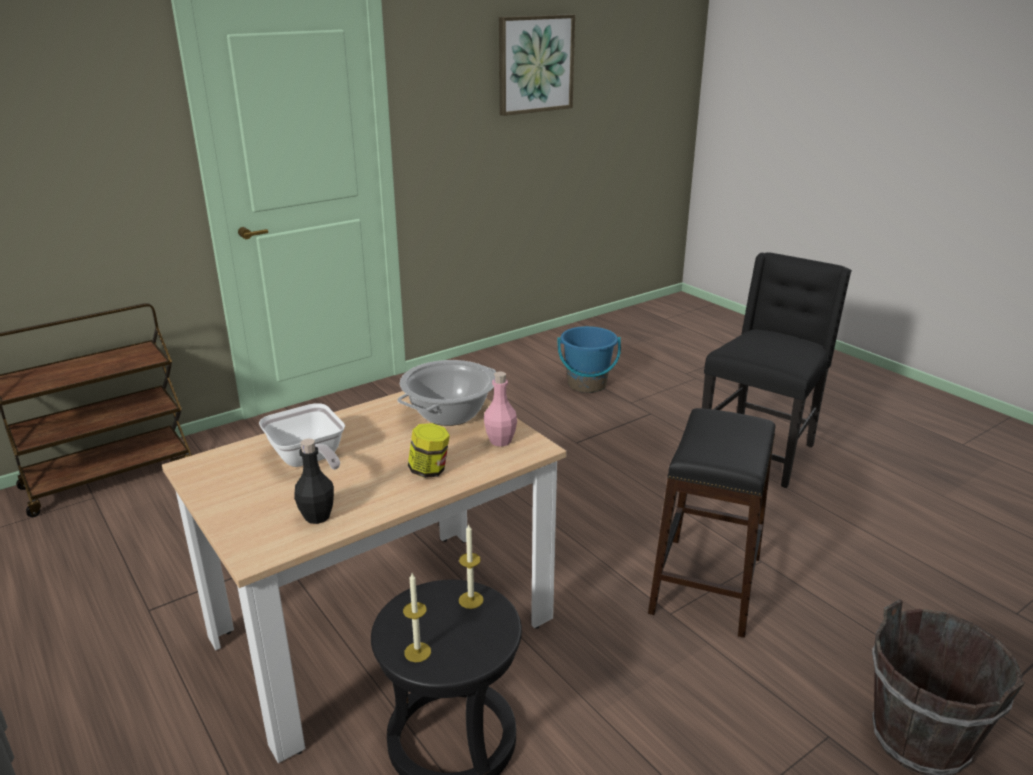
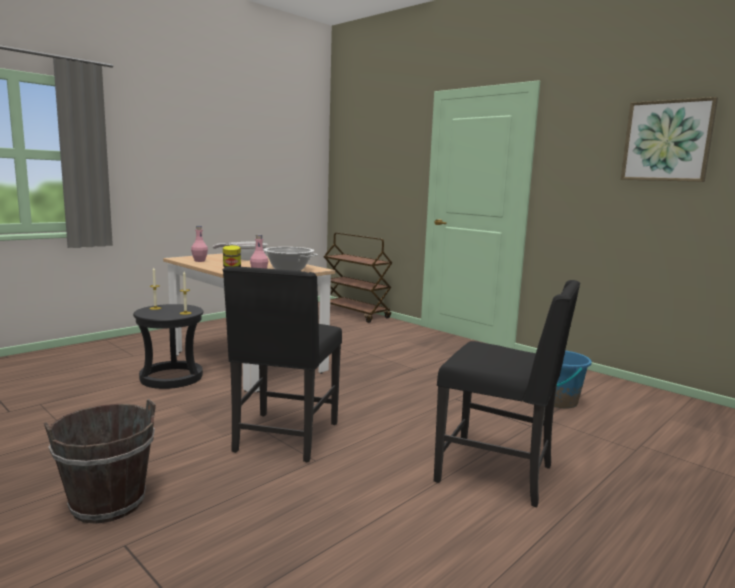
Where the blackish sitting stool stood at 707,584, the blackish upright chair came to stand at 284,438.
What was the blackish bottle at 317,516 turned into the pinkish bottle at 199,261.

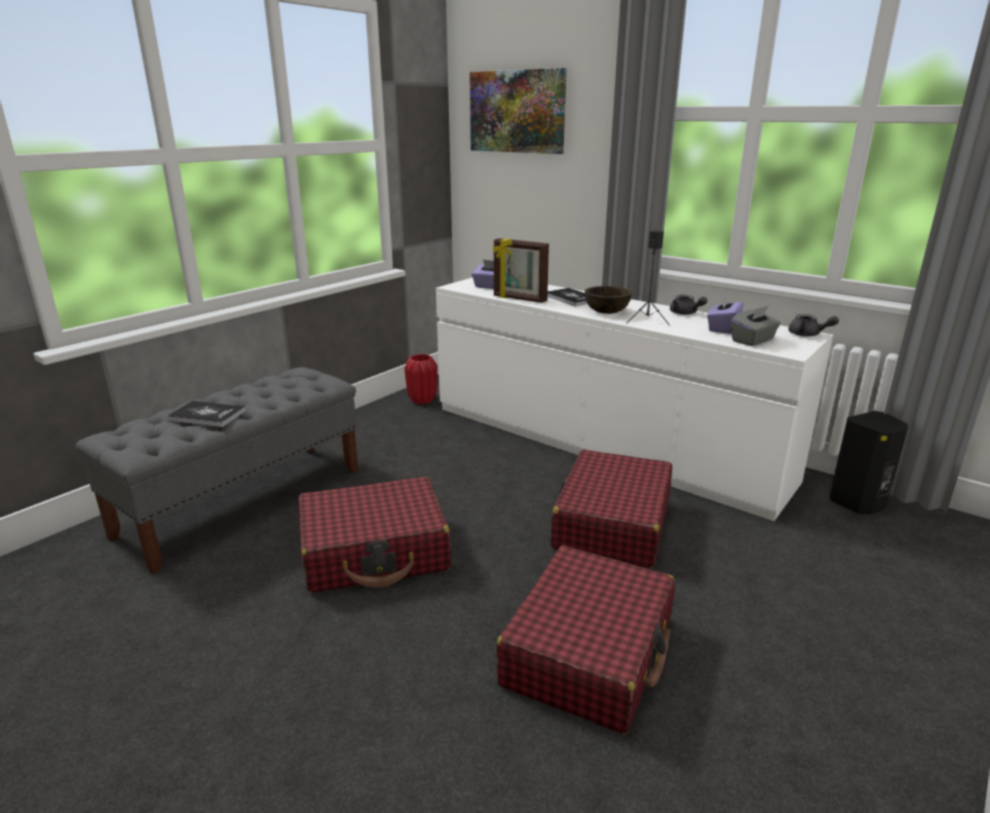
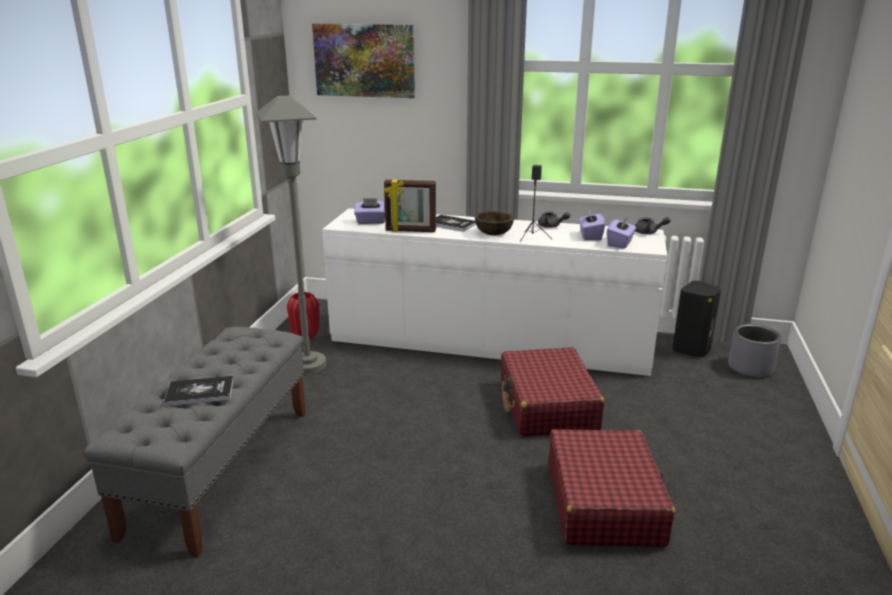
The second view lost the reddish suitcase at 375,552.
The second view gained the greyish standing lamp at 308,365.
The second view gained the greyish plant pot at 750,367.
What was the greyish tissue holder at 753,341 turned into the purple-coloured tissue holder at 620,243.

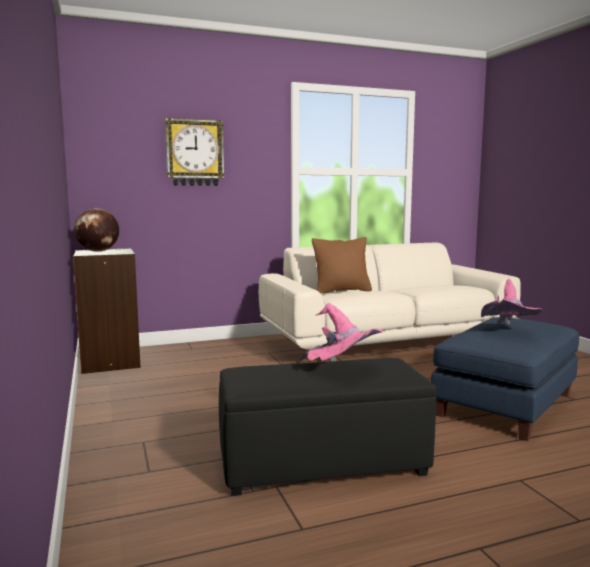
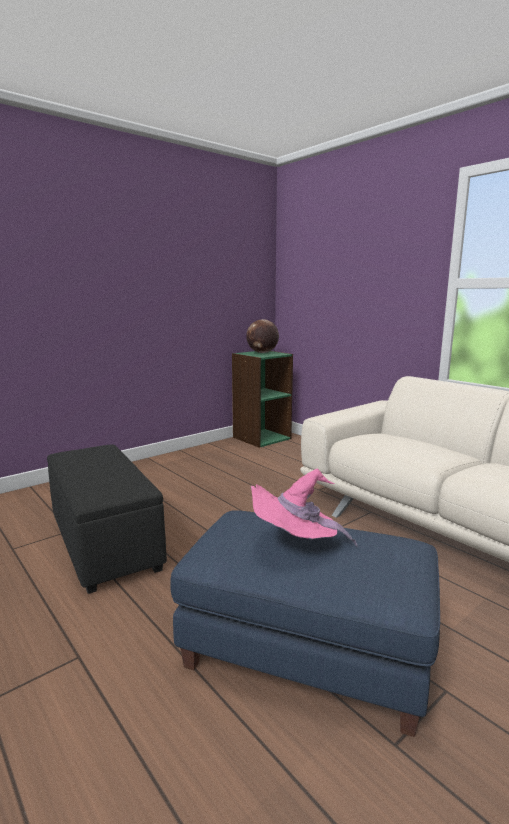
The second view lost the clock on the wall at 194,153.
The second view lost the pinkish clothing hat at 341,369.
The second view lost the brown-coloured cushion at 342,291.

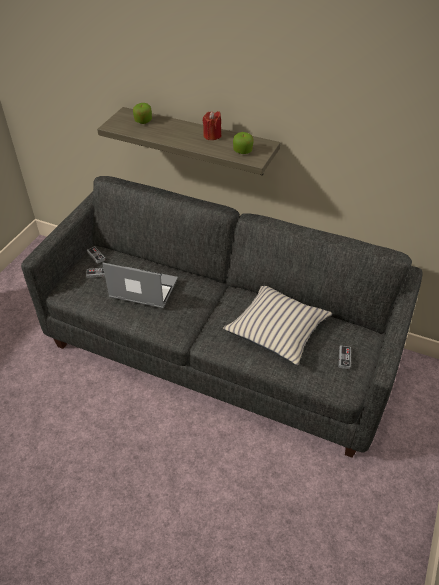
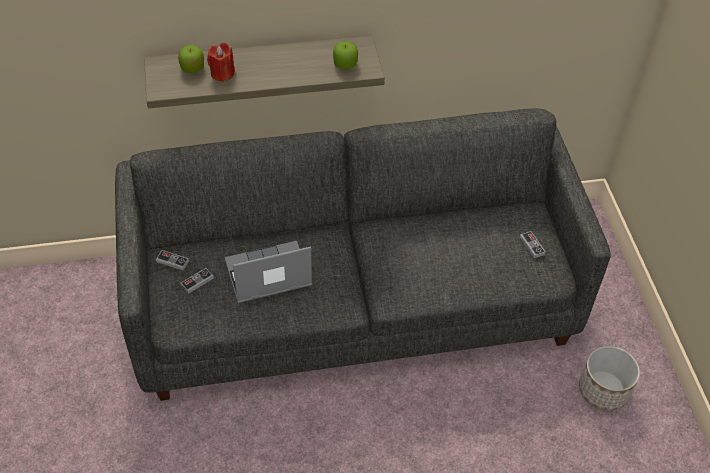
The second view lost the beige-coloured cushion at 277,329.
The second view gained the plant pot at 602,390.
The reddish wax candle ended up elsewhere, having gone from 212,136 to 222,73.

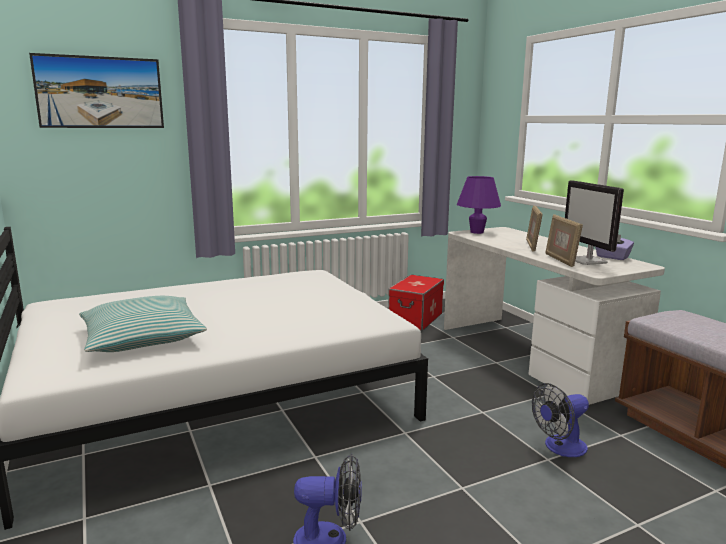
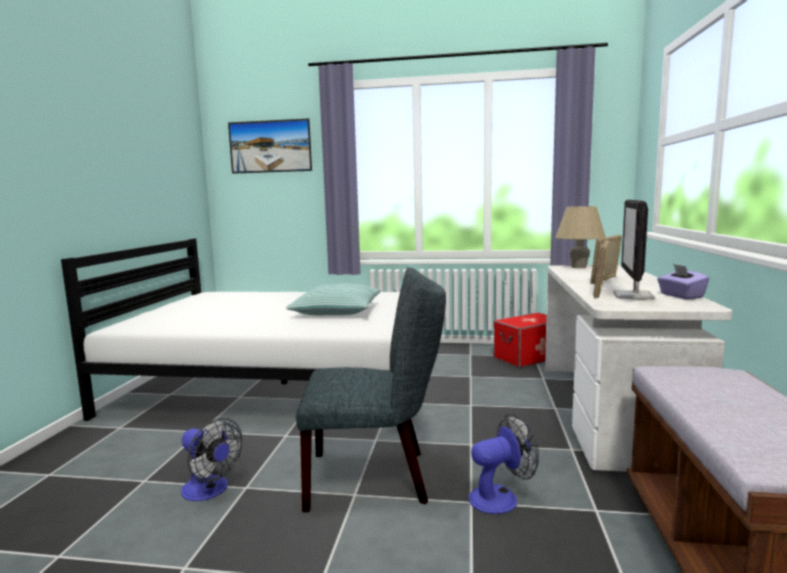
The second view gained the greyish upright chair at 376,477.
The cushion ended up elsewhere, having gone from 142,337 to 336,311.
What was the purple-coloured lamp for a table at 476,232 turned into the beige-coloured lamp for a table at 578,267.
The cooling fan at 560,448 ended up facing another way, 150 degrees clockwise from before.

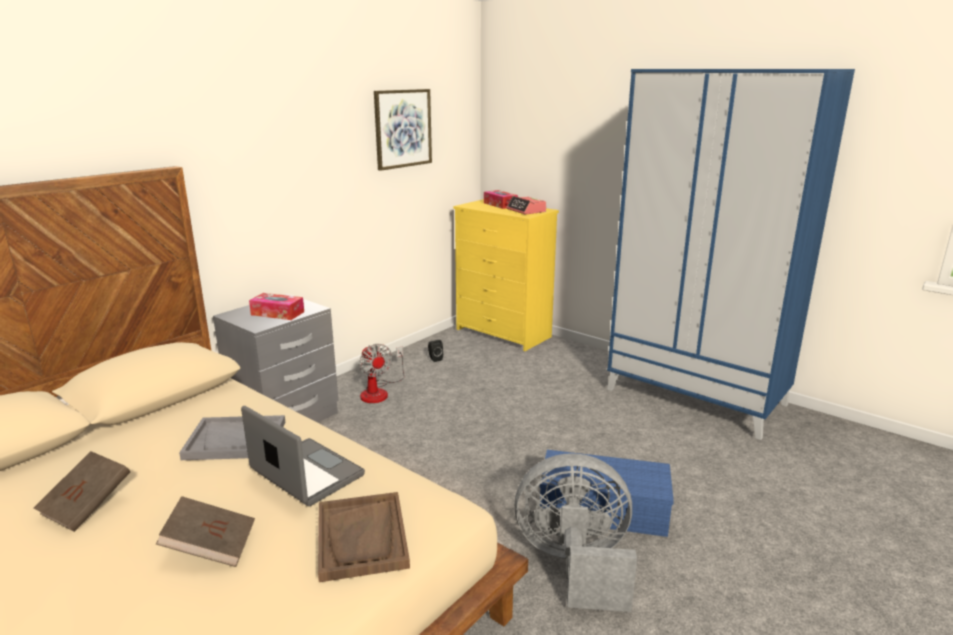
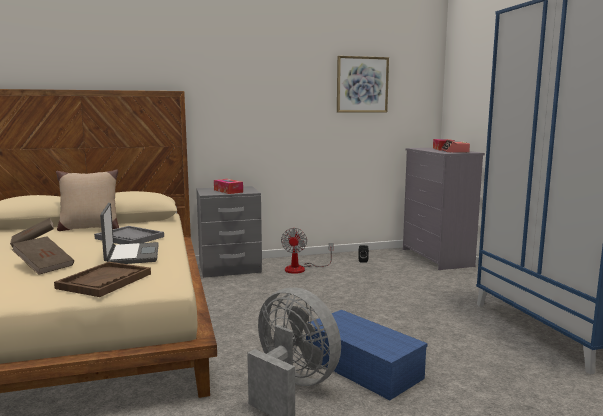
The second view gained the beige-coloured cushion at 89,228.
What was the yellow chest of drawers at 503,333 turned into the greyish chest of drawers at 436,258.

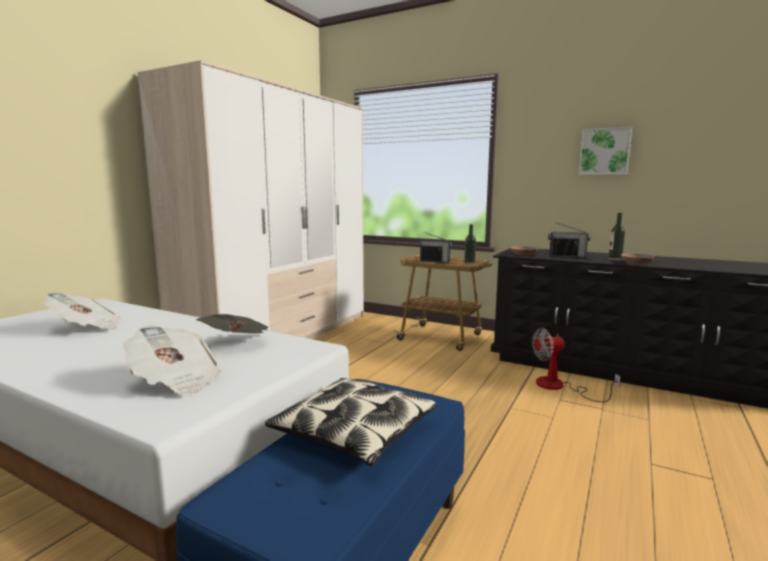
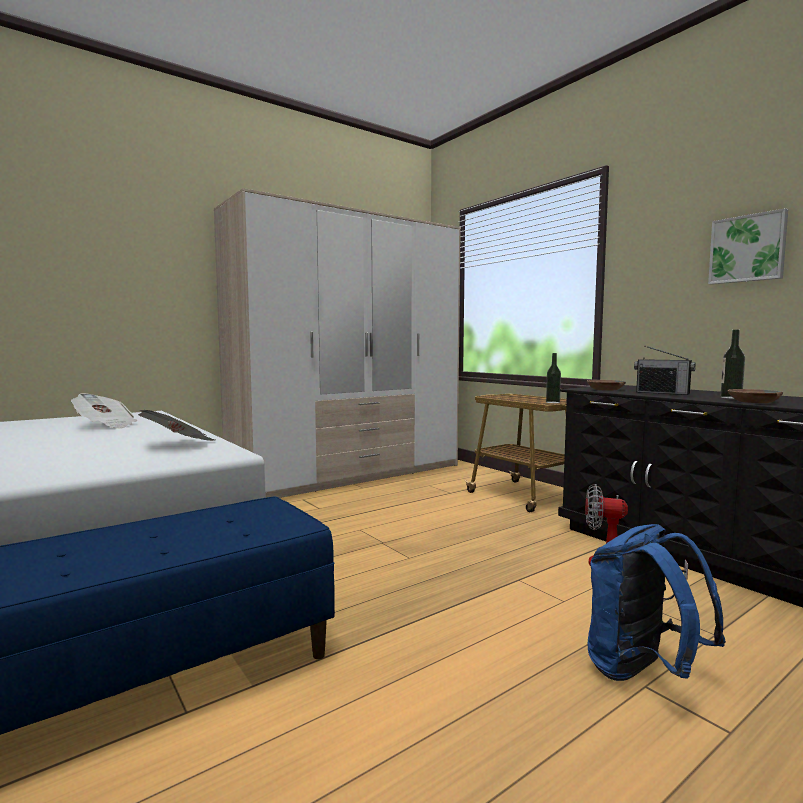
The second view lost the daily paper at 175,381.
The second view lost the cushion at 354,432.
The second view lost the radio at 435,261.
The second view gained the bluish rucksack at 642,672.

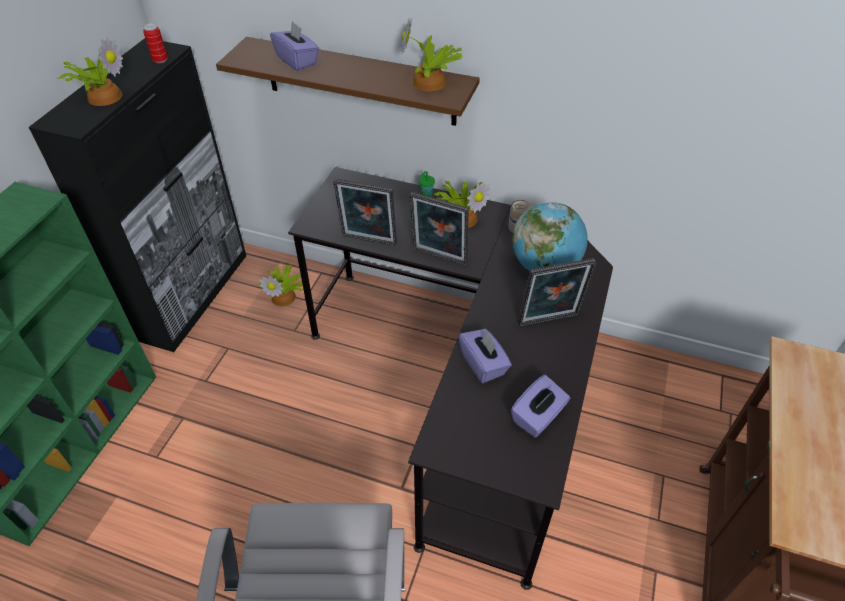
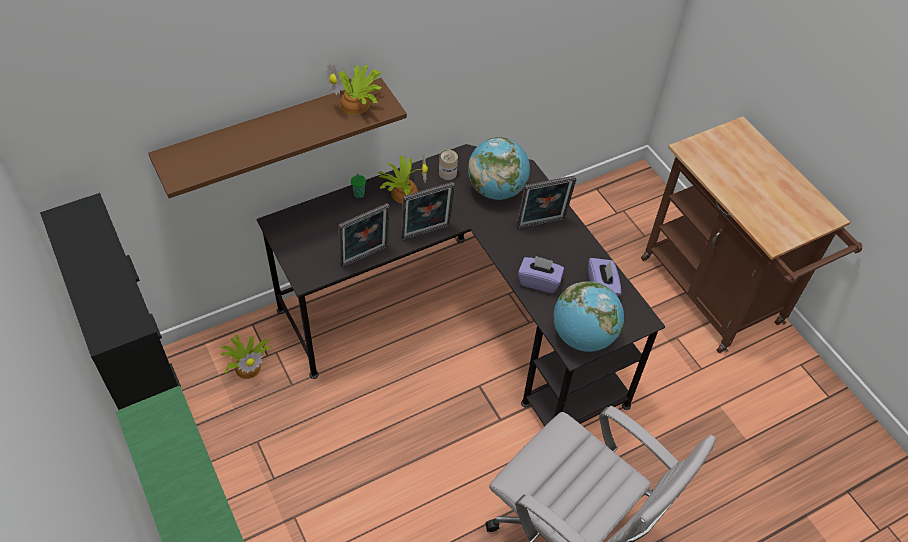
The second view lost the potted plant at 104,96.
The second view lost the can at 160,60.
The second view lost the purple-coloured tissue holder at 297,60.
The second view gained the globe at 583,336.
The picture frame at 549,322 ended up facing another way, 45 degrees clockwise from before.

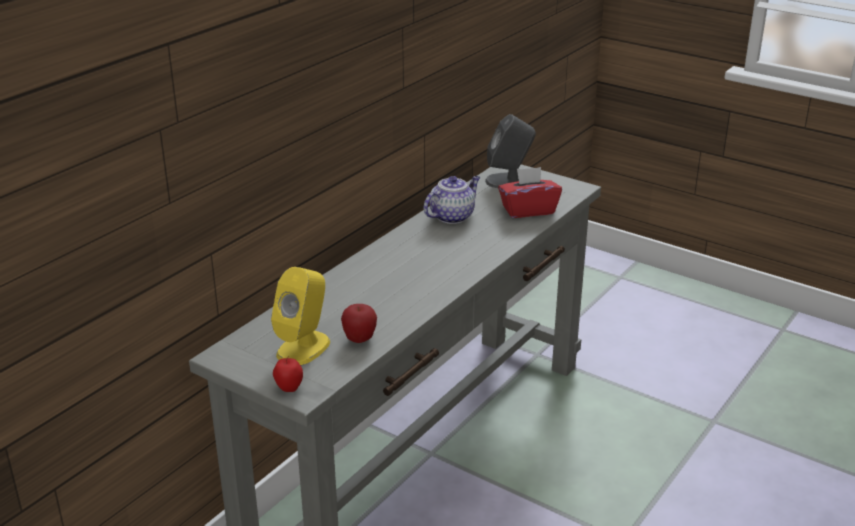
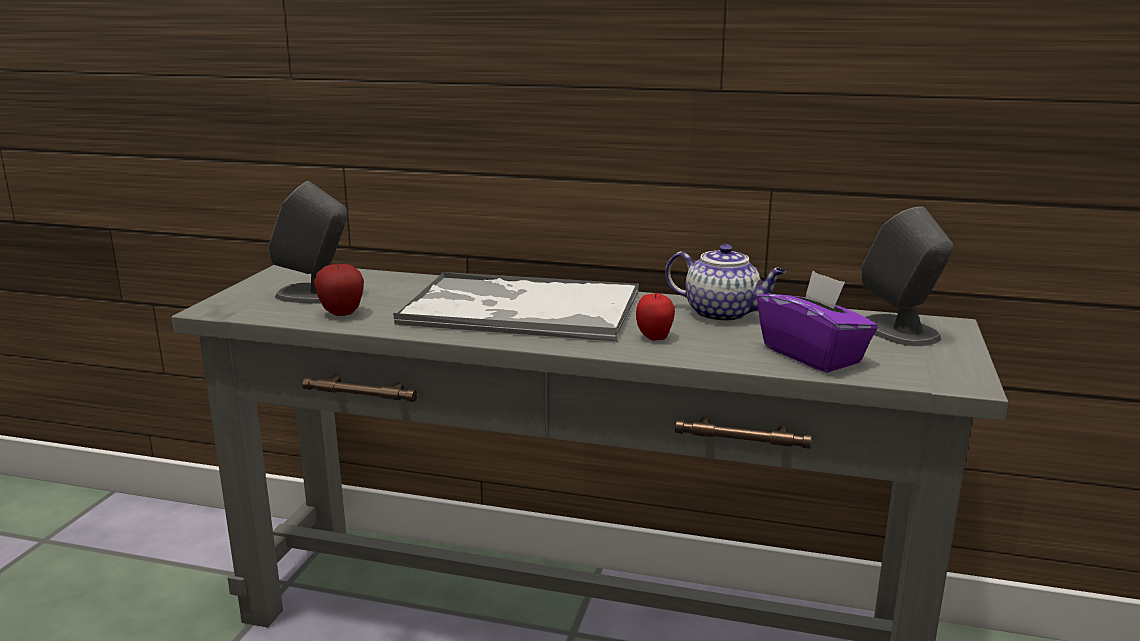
The second view gained the tray at 519,309.
The whole apple ended up elsewhere, having gone from 289,389 to 654,337.
What was the yellow loudspeaker at 304,347 turned into the greyish loudspeaker at 315,294.
What was the reddish tissue holder at 528,210 turned into the purple-coloured tissue holder at 813,355.

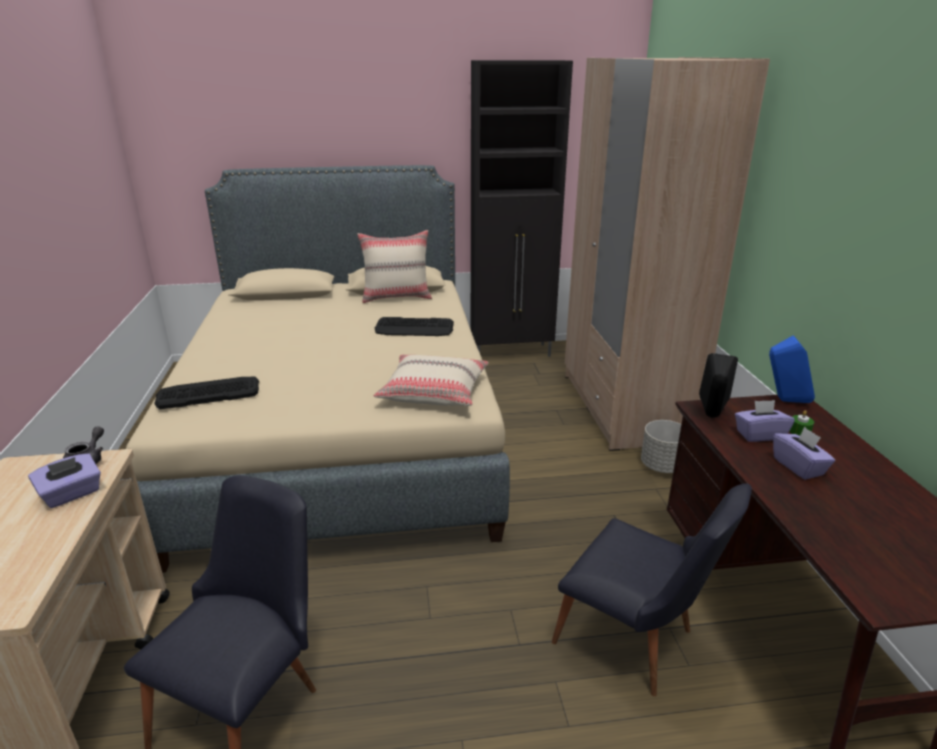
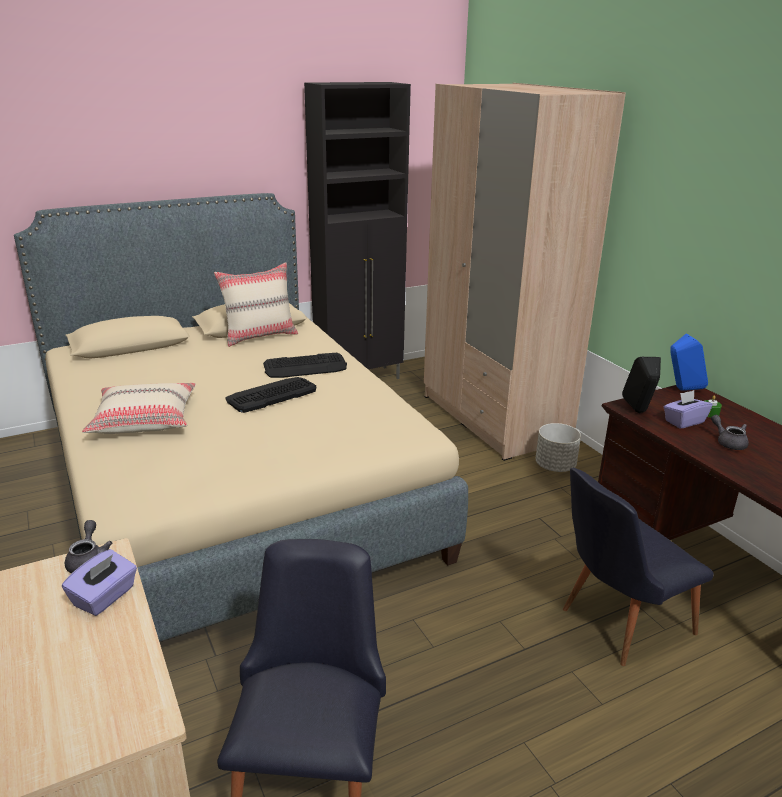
The keyboard ended up elsewhere, having gone from 208,393 to 271,395.
The beige-coloured cushion ended up elsewhere, having gone from 434,391 to 145,419.
Where the purple-coloured tissue holder stood at 798,466, the greyish pot for tea came to stand at 728,442.
The blackish upright chair at 635,644 ended up facing another way, 135 degrees clockwise from before.

